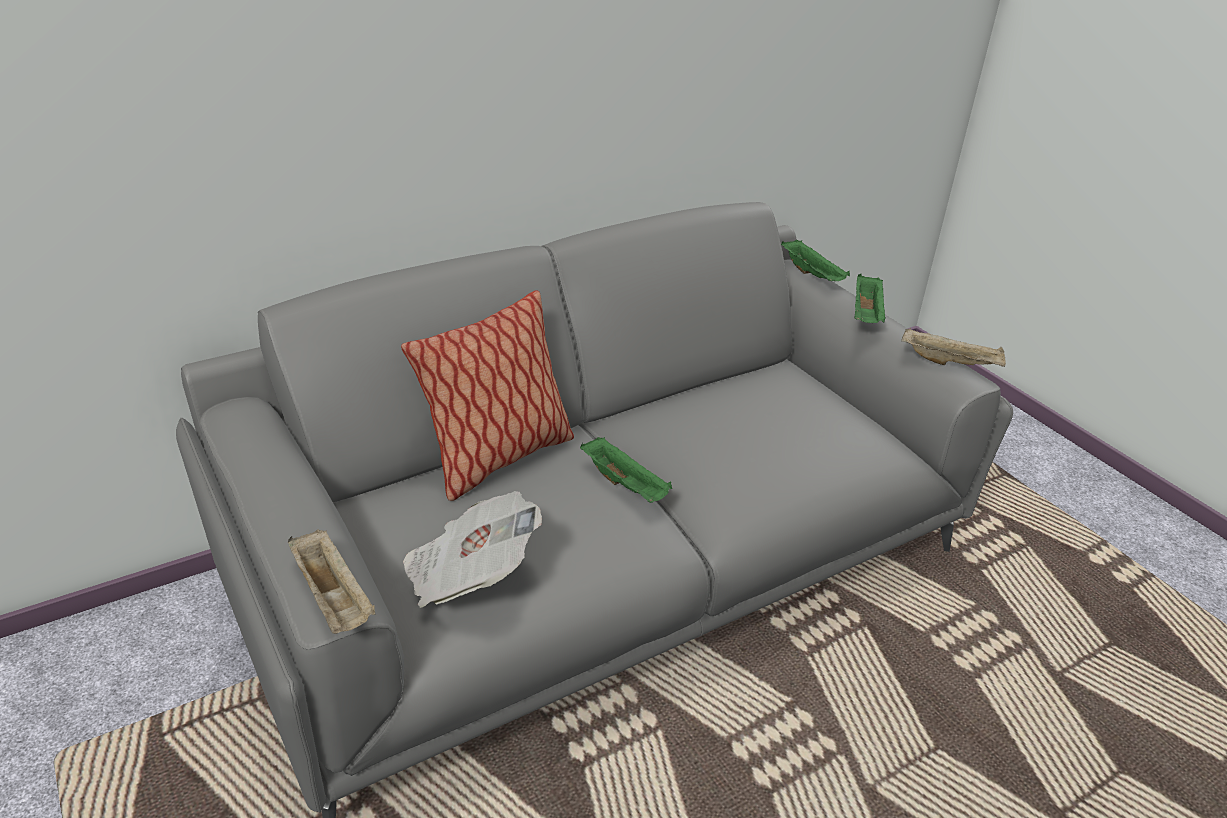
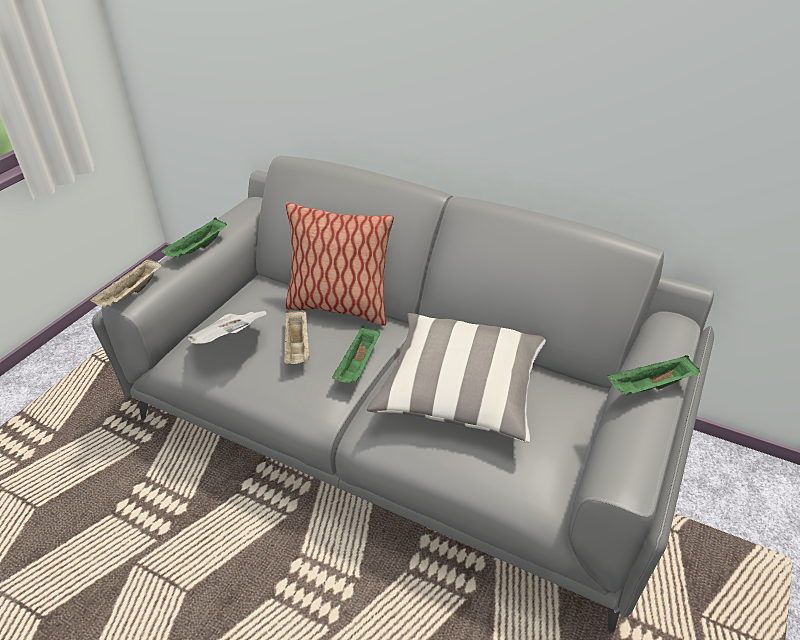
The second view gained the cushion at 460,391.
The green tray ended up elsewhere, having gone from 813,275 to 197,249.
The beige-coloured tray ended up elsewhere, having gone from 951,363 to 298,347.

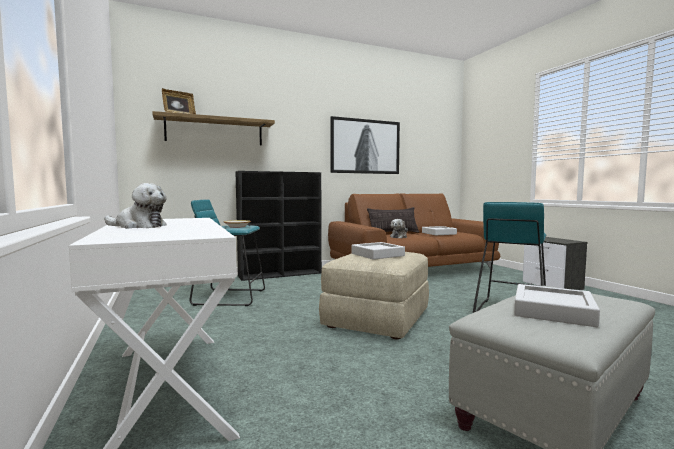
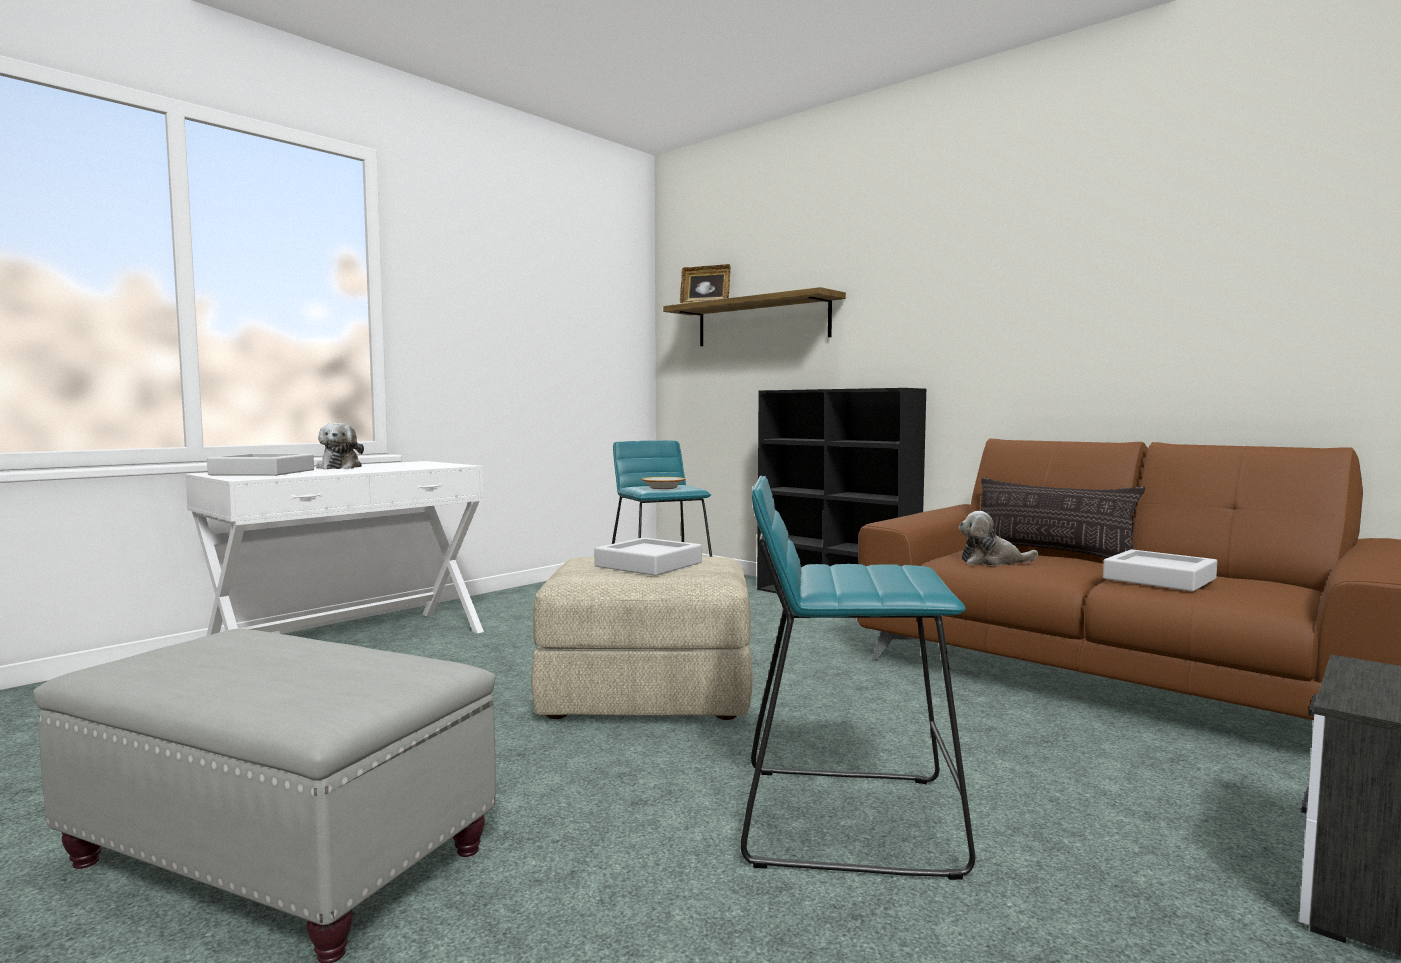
The second view lost the wall picture at 365,146.
The greyish tray ended up elsewhere, having gone from 553,311 to 263,472.

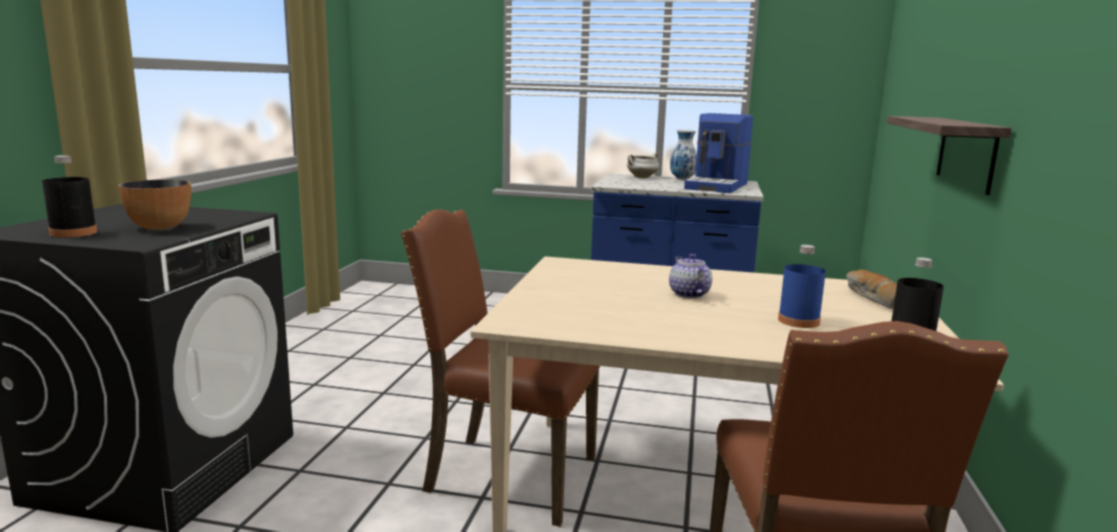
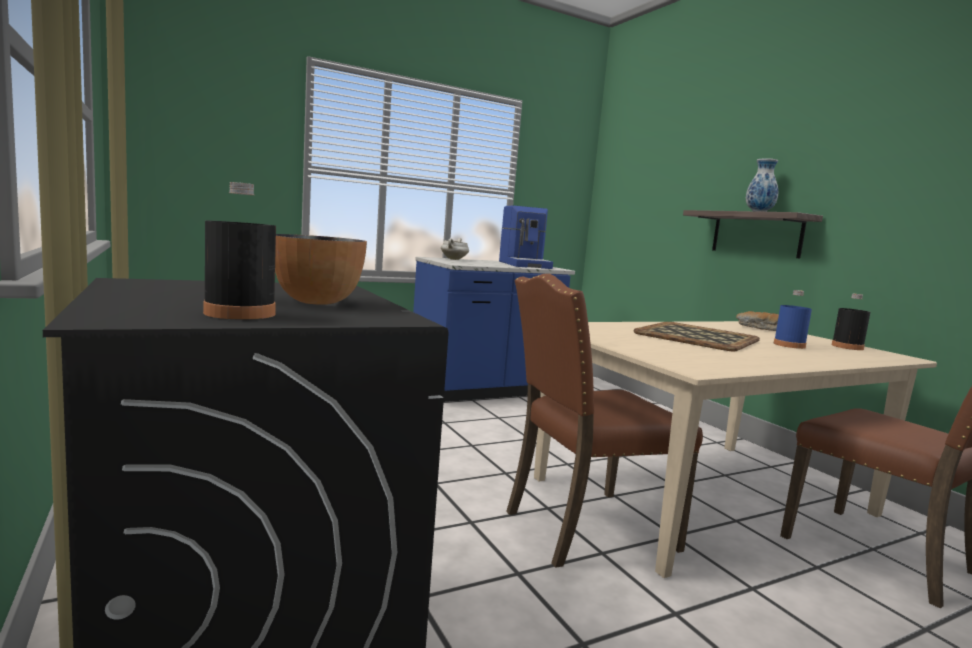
The decorative vase ended up elsewhere, having gone from 683,179 to 759,212.
Where the pot for tea stood at 688,294, the tray came to stand at 697,337.

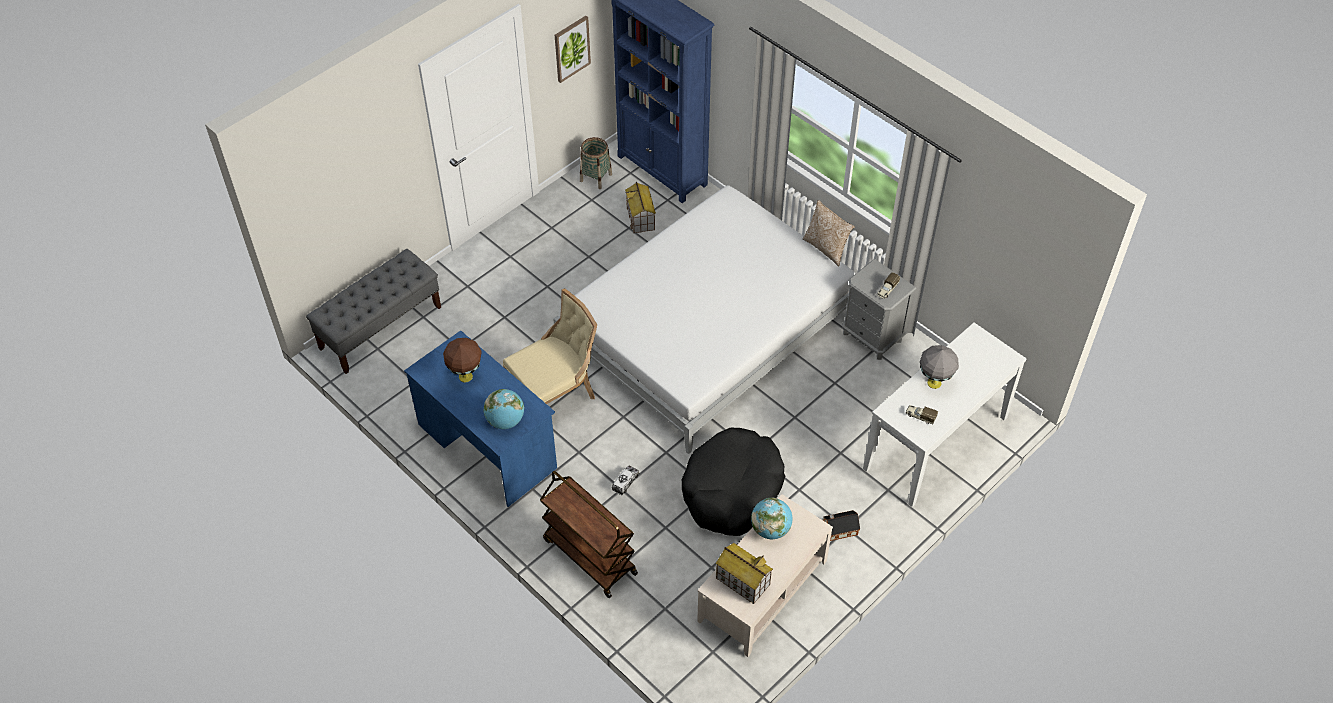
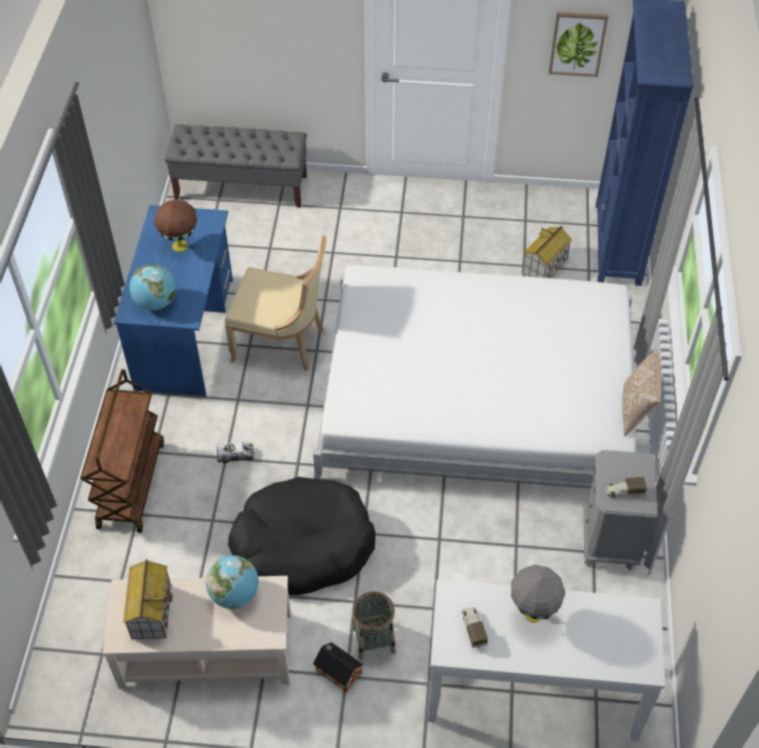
The household basket ended up elsewhere, having gone from 596,177 to 373,640.

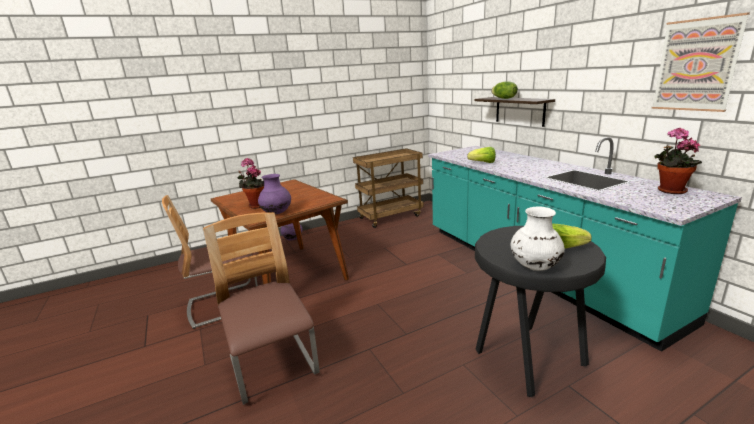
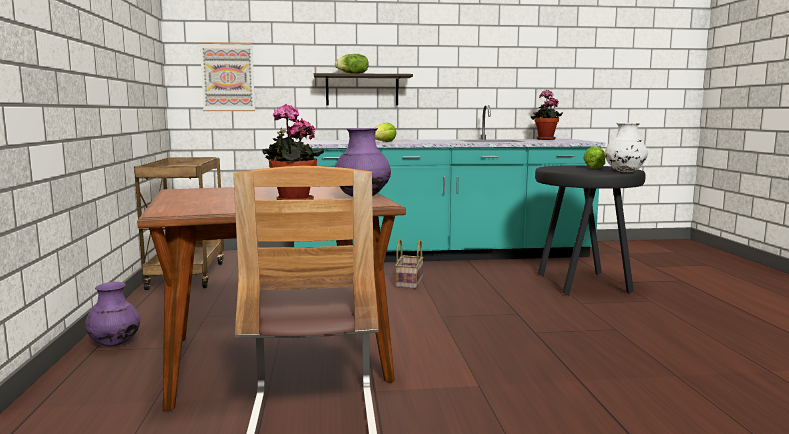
The second view lost the upright chair at 273,366.
The second view gained the household basket at 408,282.
The wall picture ended up elsewhere, having gone from 696,65 to 228,77.

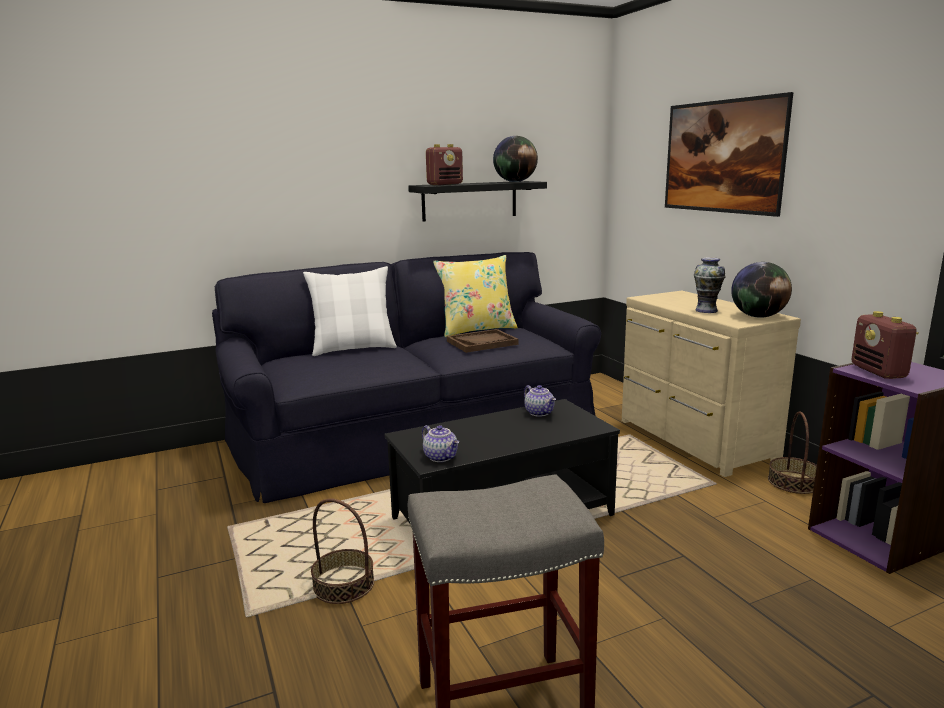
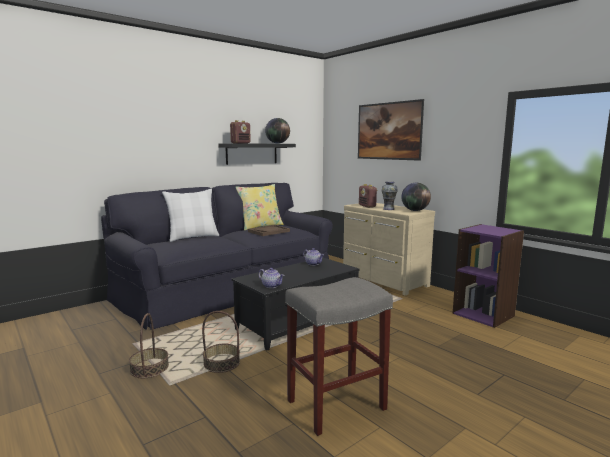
The household basket ended up elsewhere, having gone from 793,482 to 149,368.
The radio ended up elsewhere, having gone from 879,372 to 367,206.

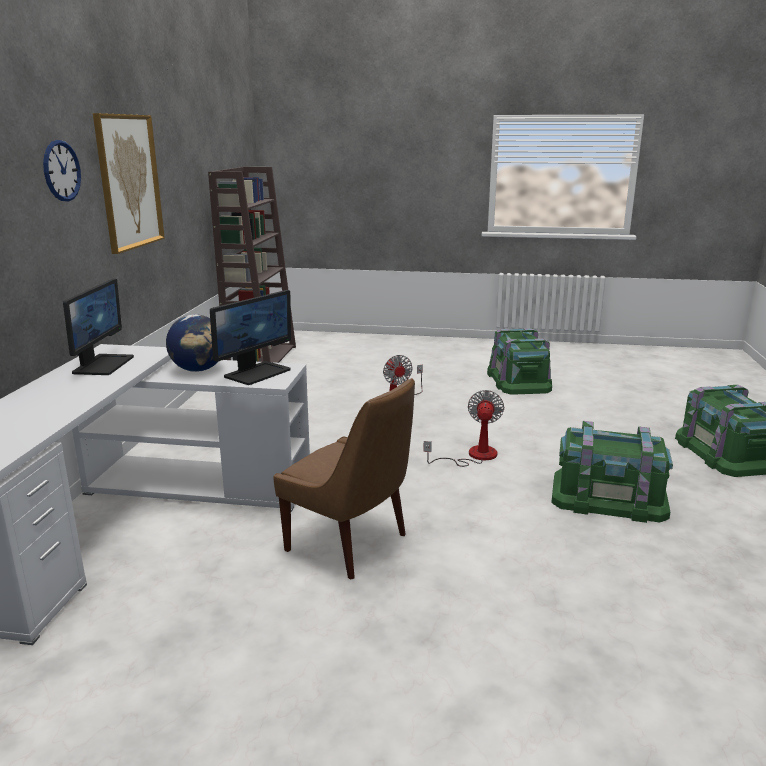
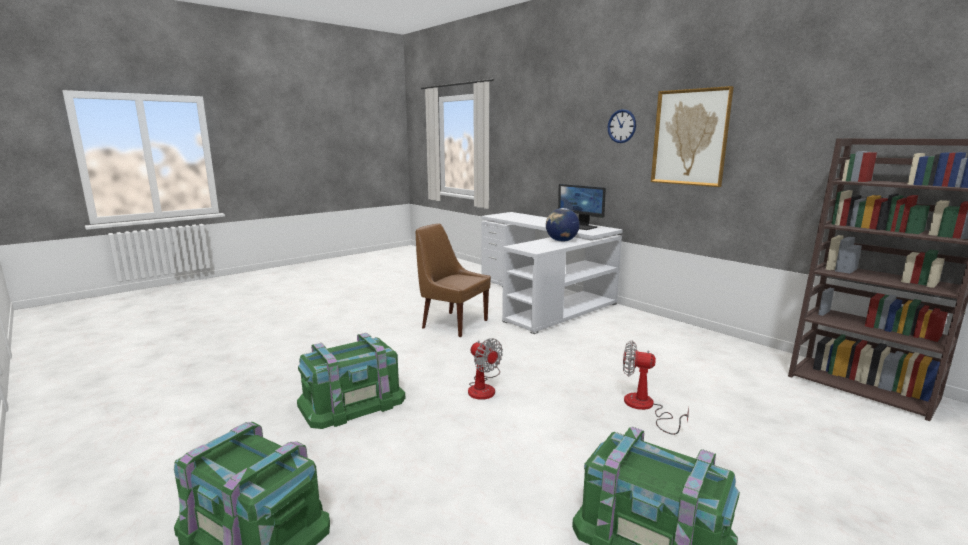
The second view lost the computer display at 257,373.
The brown-coloured upright chair at 350,544 ended up facing another way, 45 degrees clockwise from before.

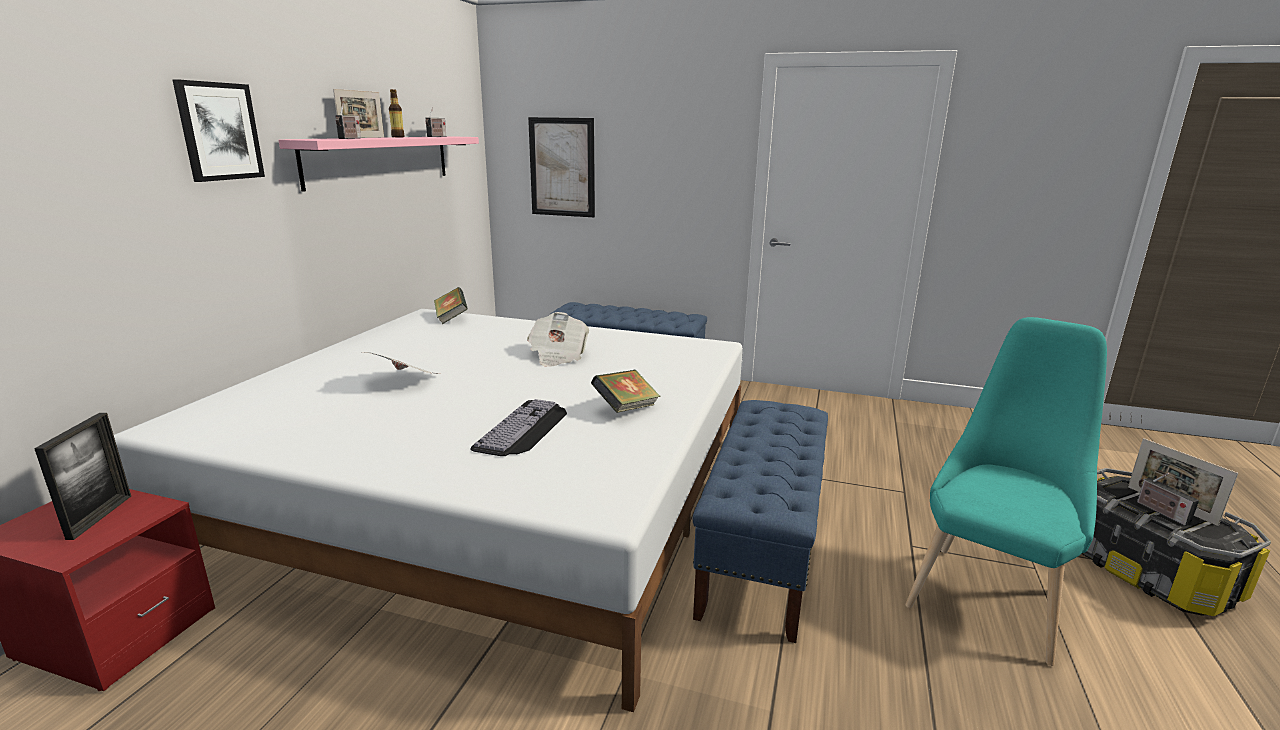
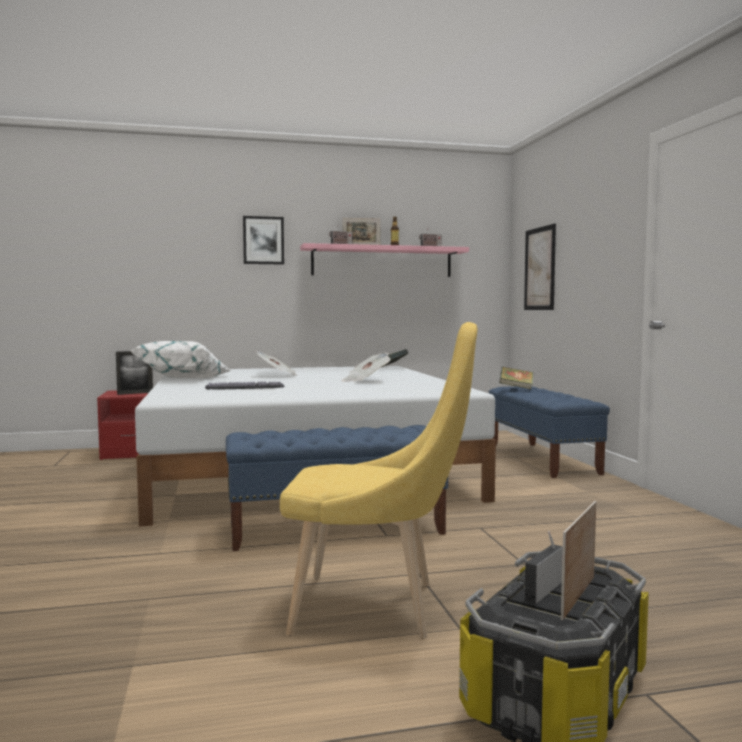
The second view gained the whitish cushion at 184,379.
The bound book ended up elsewhere, having gone from 626,409 to 516,388.
What was the turquoise-coloured upright chair at 989,594 turned into the yellow upright chair at 376,608.

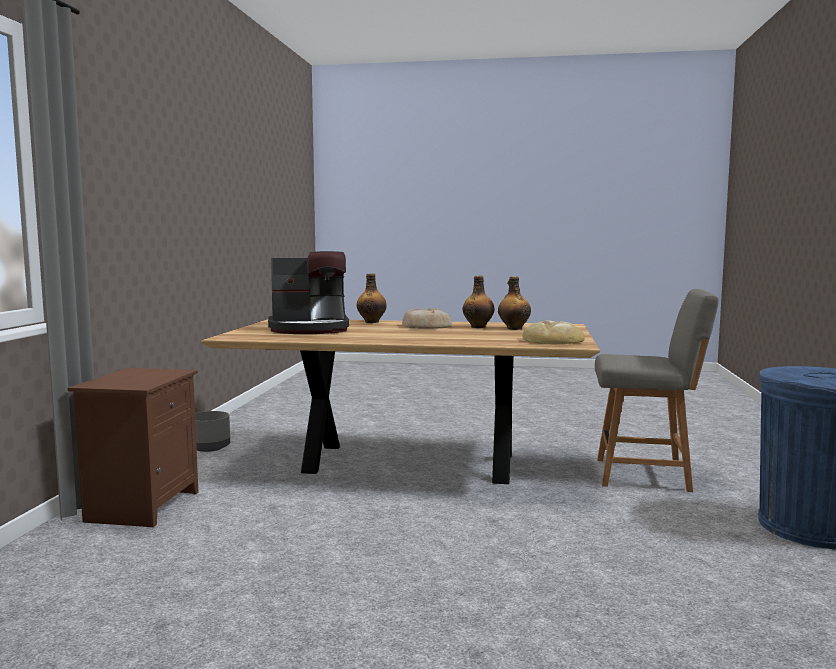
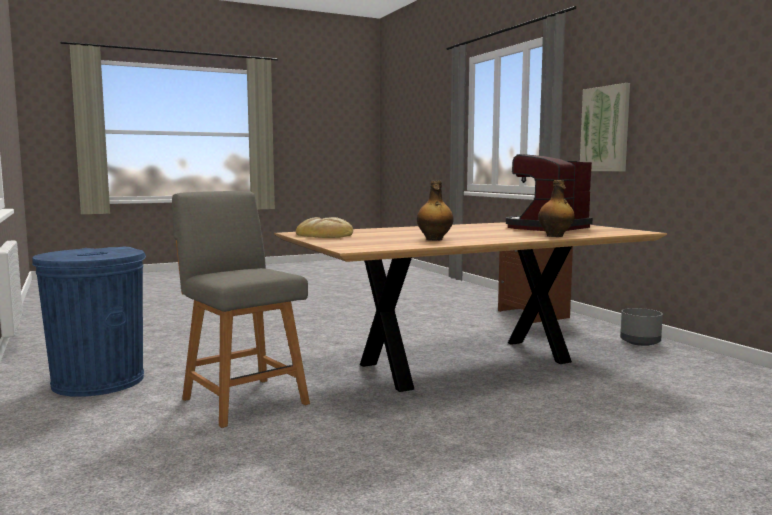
The second view lost the bakery bread at 426,326.
The second view lost the bottle at 514,328.
The second view gained the wall picture at 605,129.
The greyish upright chair at 646,475 ended up facing another way, 75 degrees clockwise from before.

